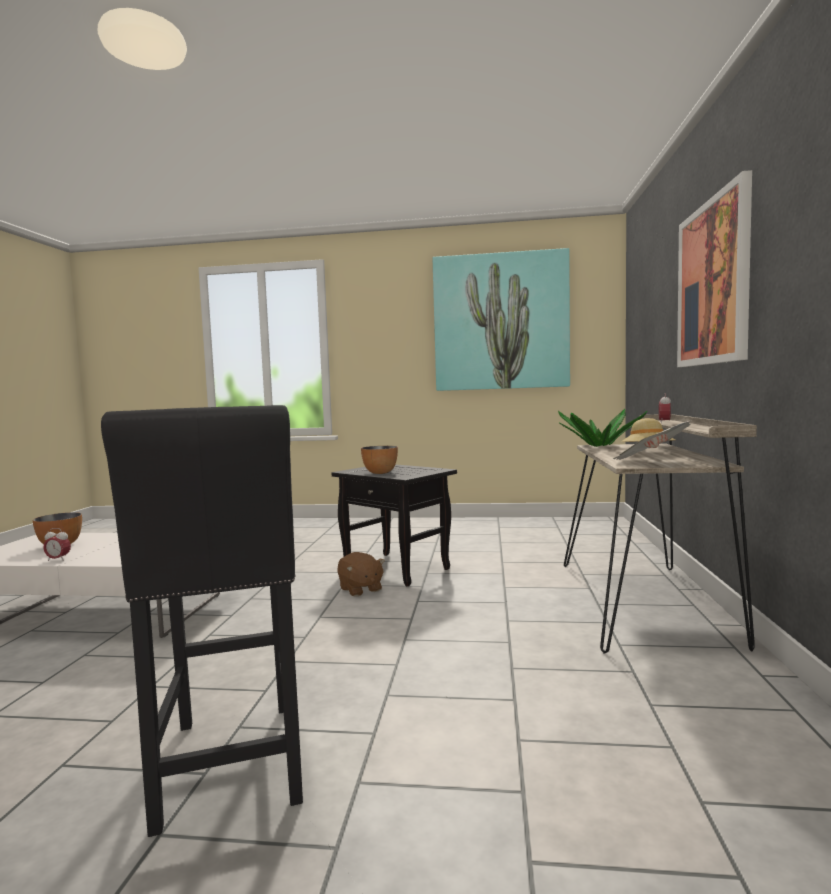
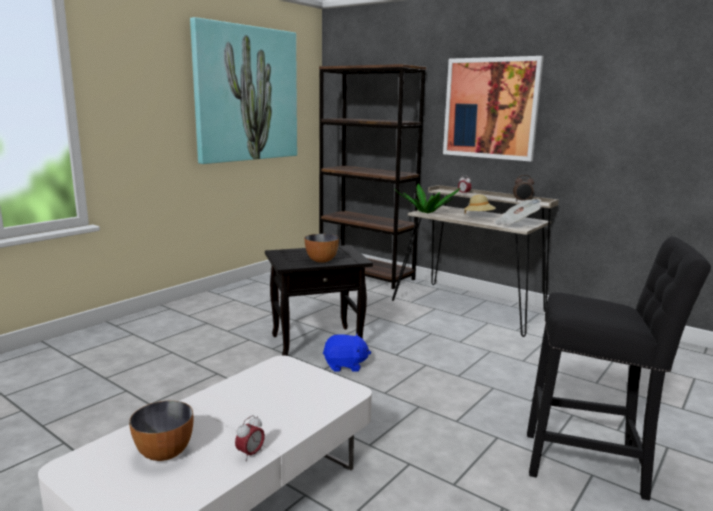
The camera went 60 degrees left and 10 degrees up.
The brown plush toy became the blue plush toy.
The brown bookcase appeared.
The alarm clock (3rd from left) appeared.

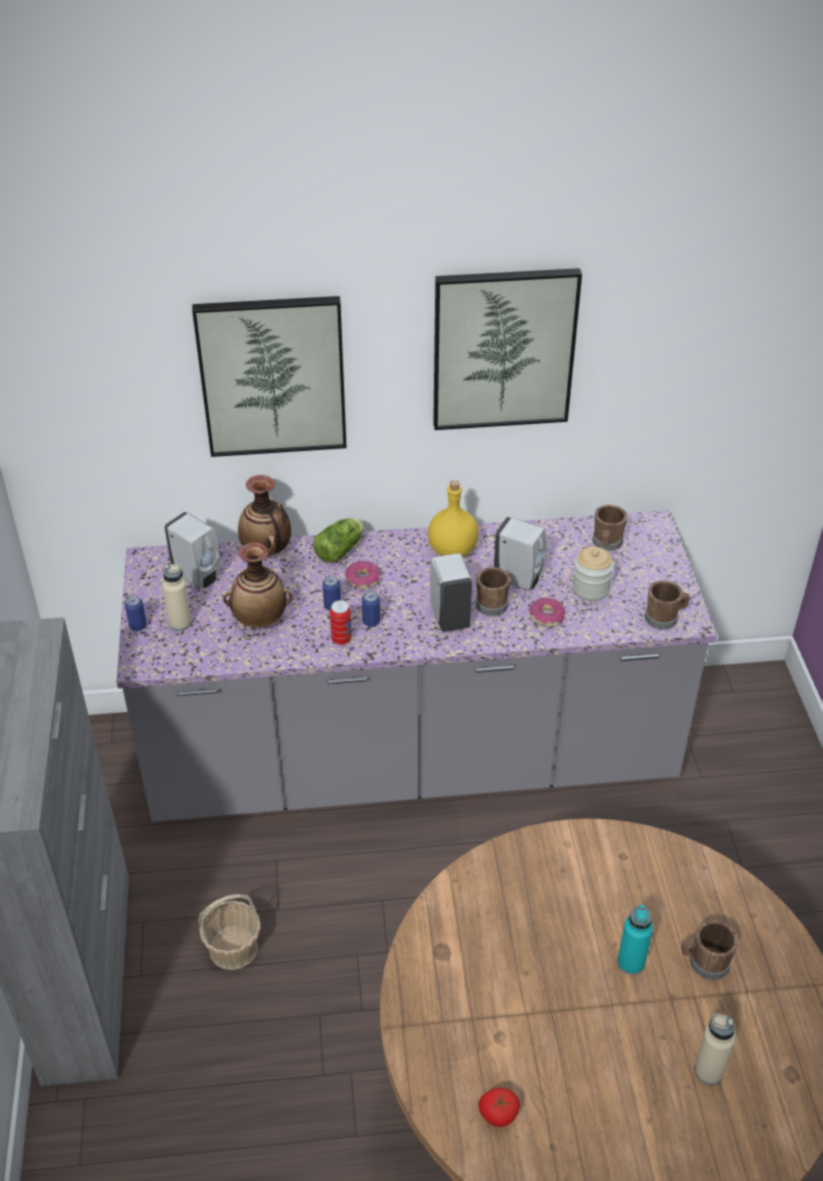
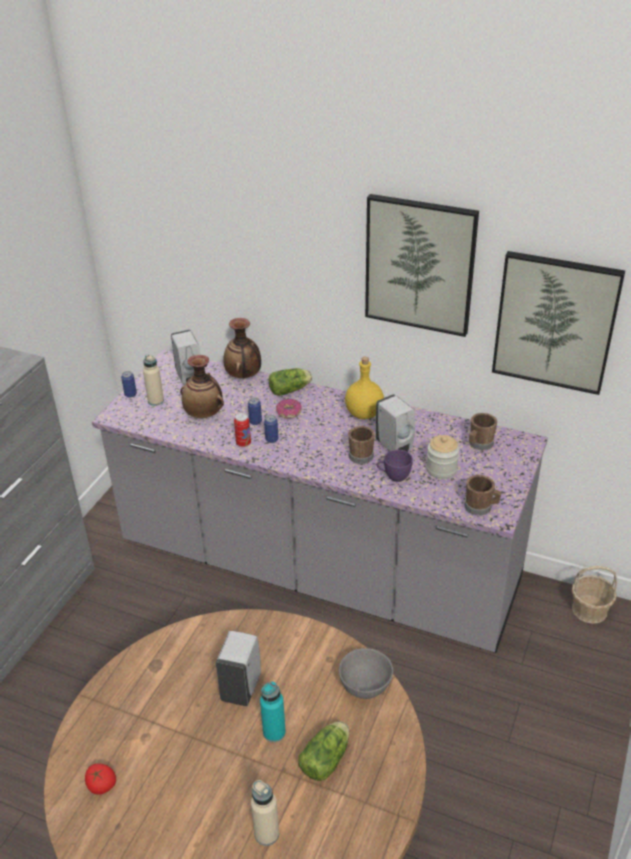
The camera went 30 degrees right and 5 degrees down.
The picture (1st from left in the first image) moved.
The white soap dispenser (2nd from left) moved.
The donut (2nd from left) was replaced by the purple cup.
The basket moved.
The brown mug (4th from left) was replaced by the lettuce (2nd from left).
The grey bowl appeared.

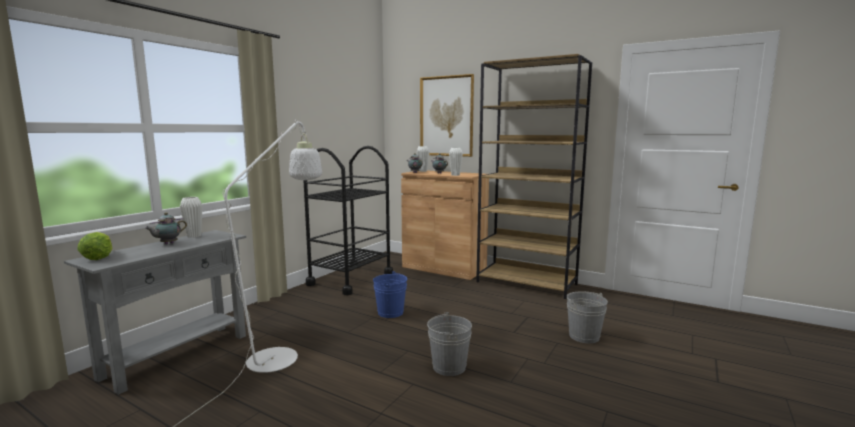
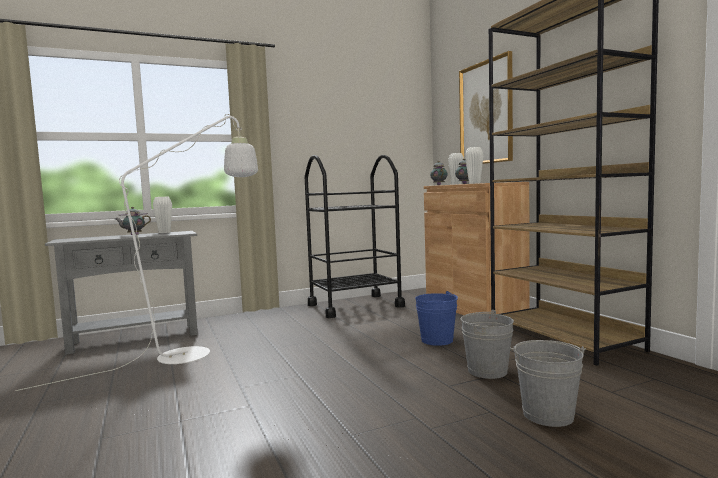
The camera went 35 degrees right and 5 degrees down.
The lettuce disappeared.
The blue bucket moved.
The grey bucket (1st from left) moved.

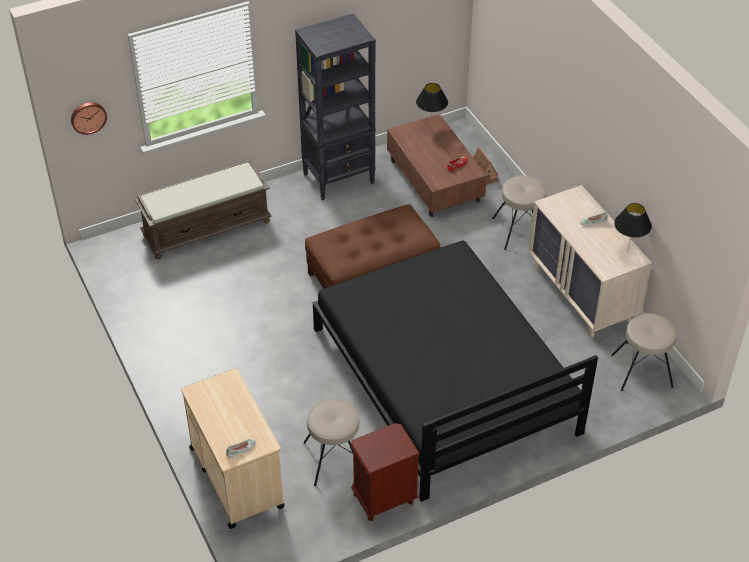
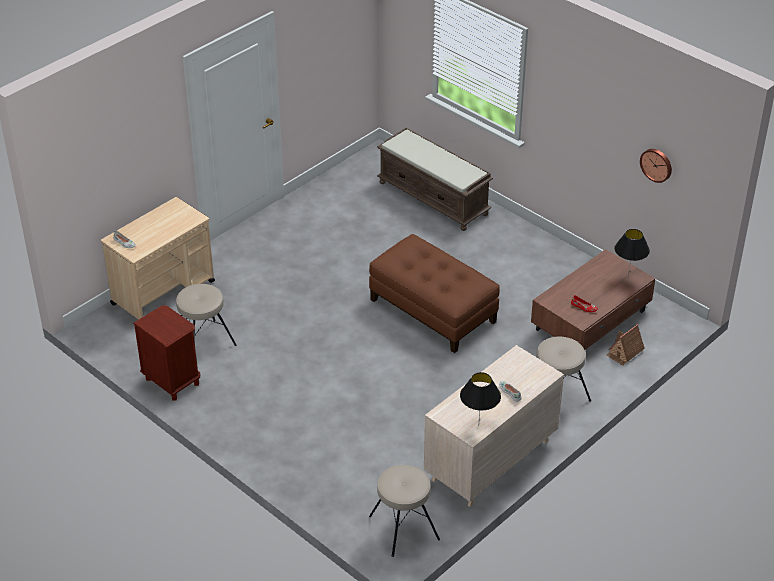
The camera went 70 degrees right and 5 degrees down.
The black bookcase disappeared.
The wall clock moved.
The black bed disappeared.

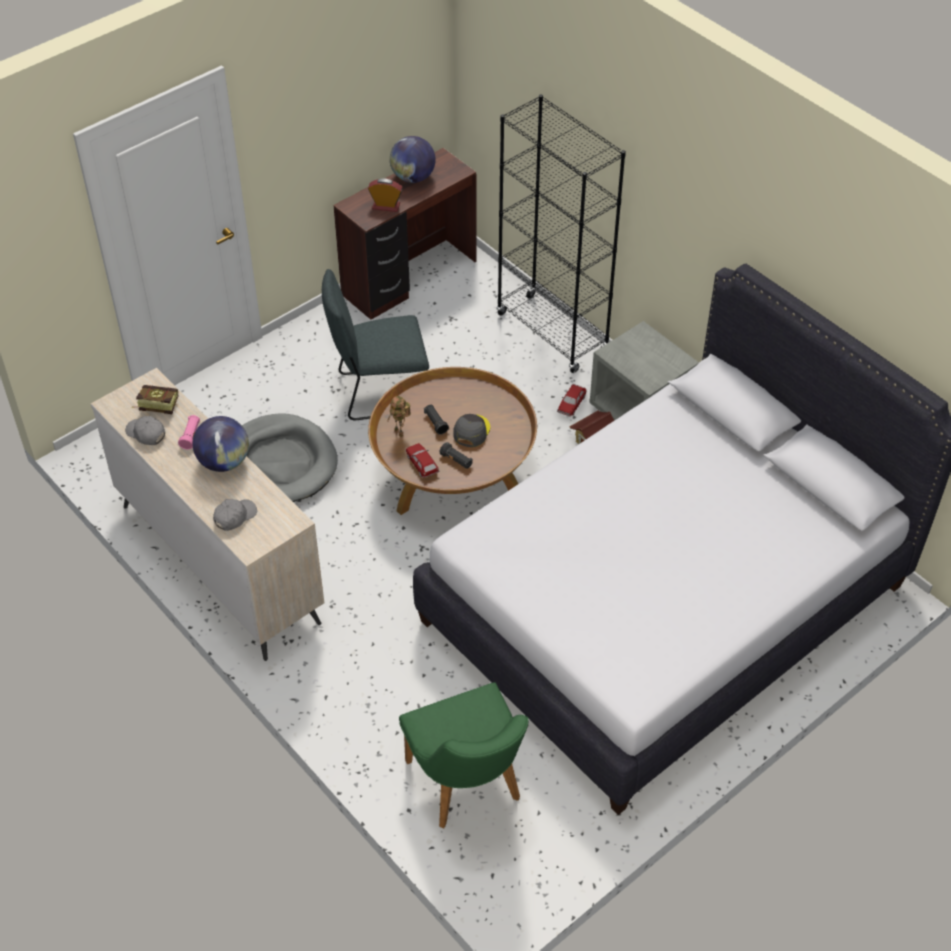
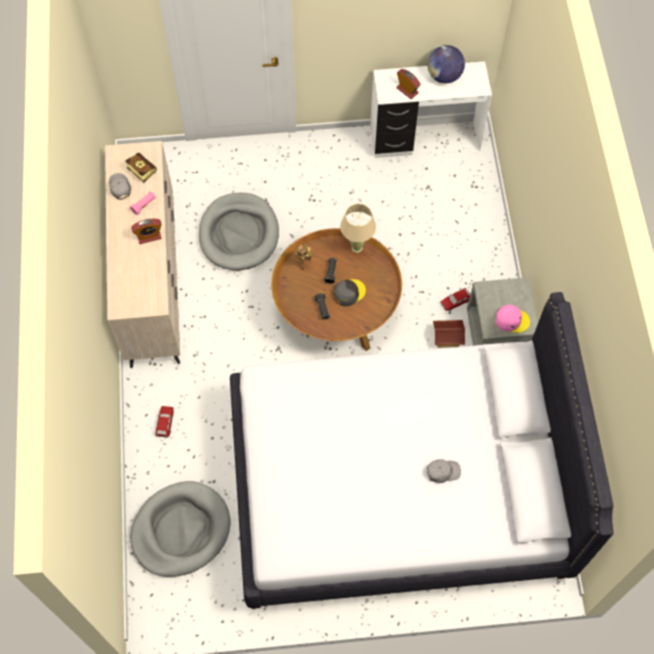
The camera went 35 degrees right and 15 degrees up.
The black bookcase disappeared.
The brown desk became the white desk.
The grey chair disappeared.
The globe (1st from left) was replaced by the alarm clock (1st from left).
The toy car (1st from left) moved.
The grey cap (2nd from left in the first image) moved.
The green chair was replaced by the grey dog bed (1st from left).
The beige table lamp appeared.
The pink cap appeared.

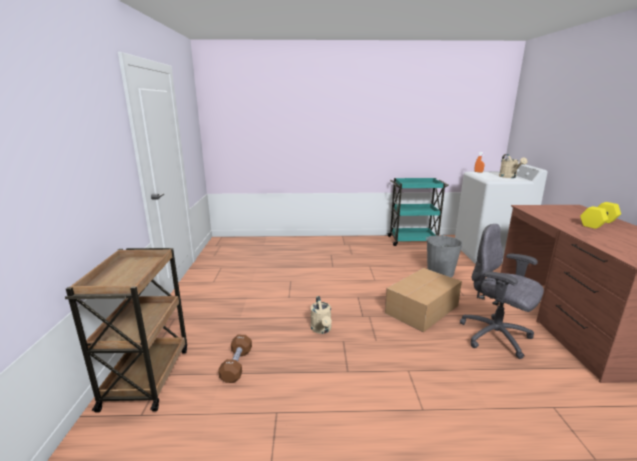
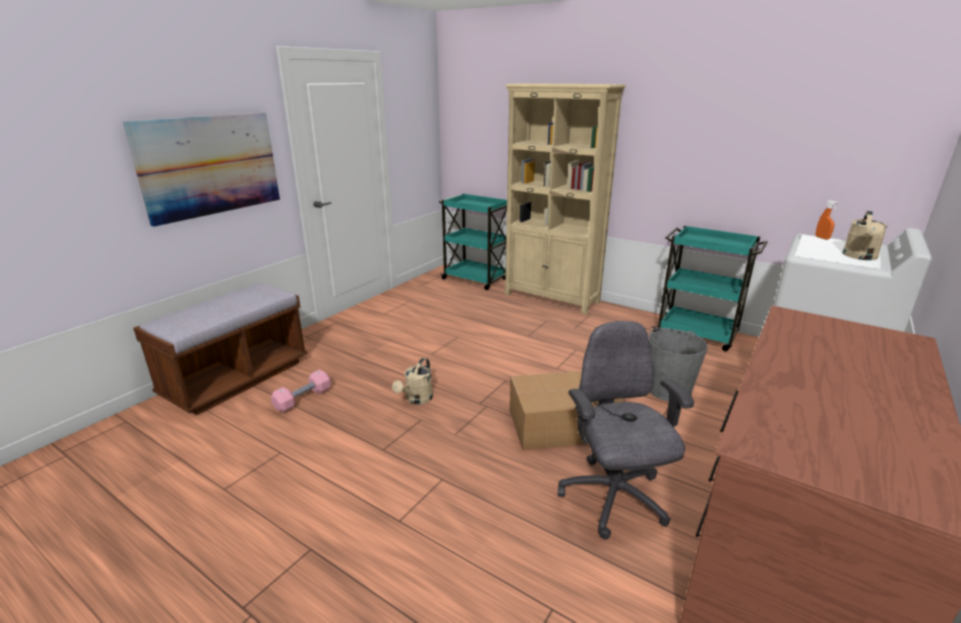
The camera went 35 degrees right and 5 degrees up.
The yellow dumbbell disappeared.
The brown cart was replaced by the brown bench.
The brown dumbbell became the pink dumbbell.
The beige bookcase appeared.
The picture appeared.
The turquoise cart (1st from left) appeared.

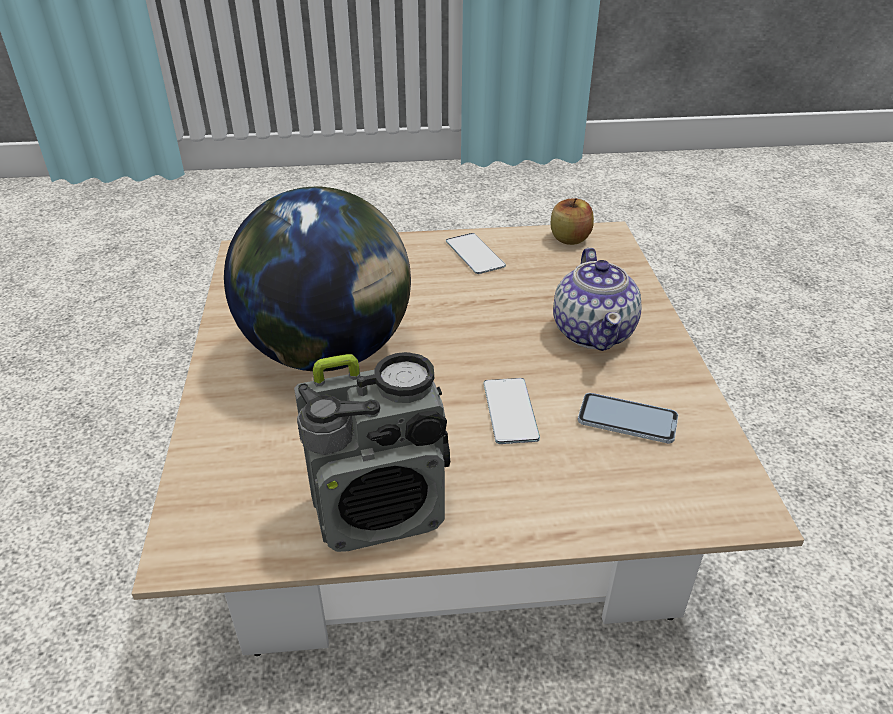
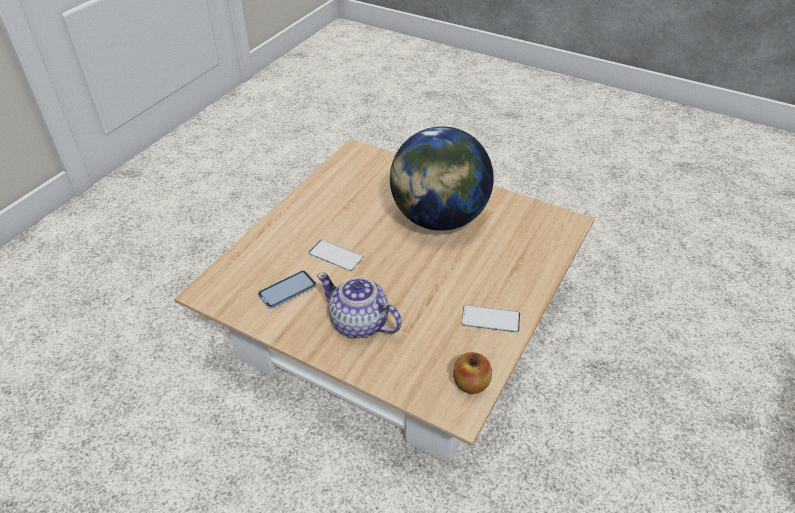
The camera went 125 degrees right and 5 degrees up.
The radio disappeared.

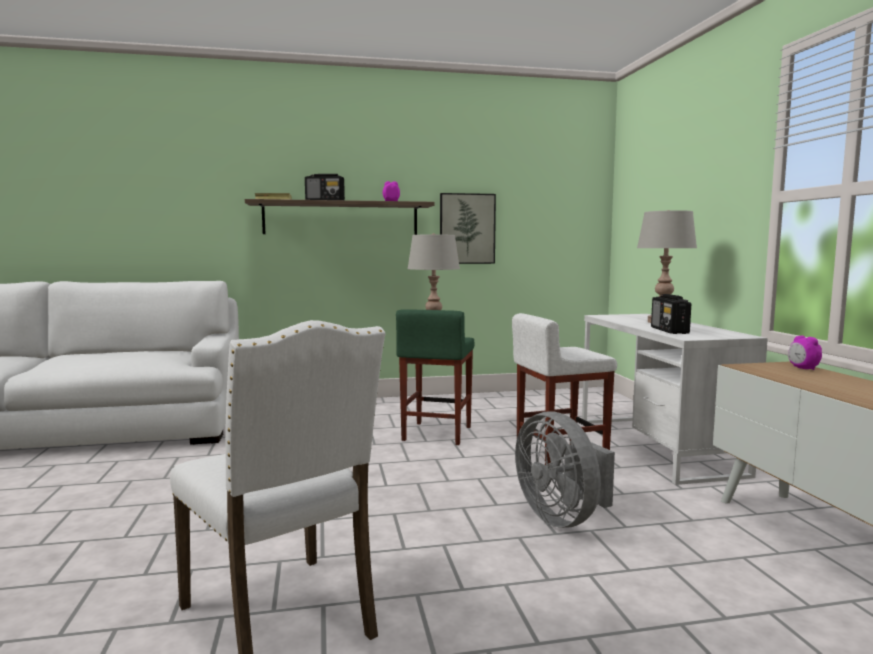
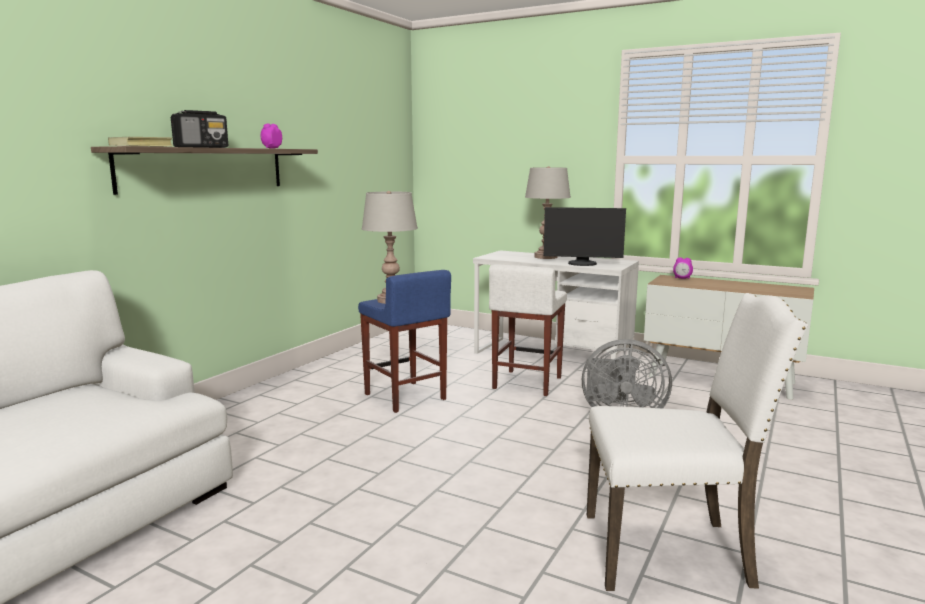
The camera went 50 degrees left and 5 degrees up.
The picture disappeared.
The radio (2nd from left) was replaced by the monitor.
The green stool became the blue stool.

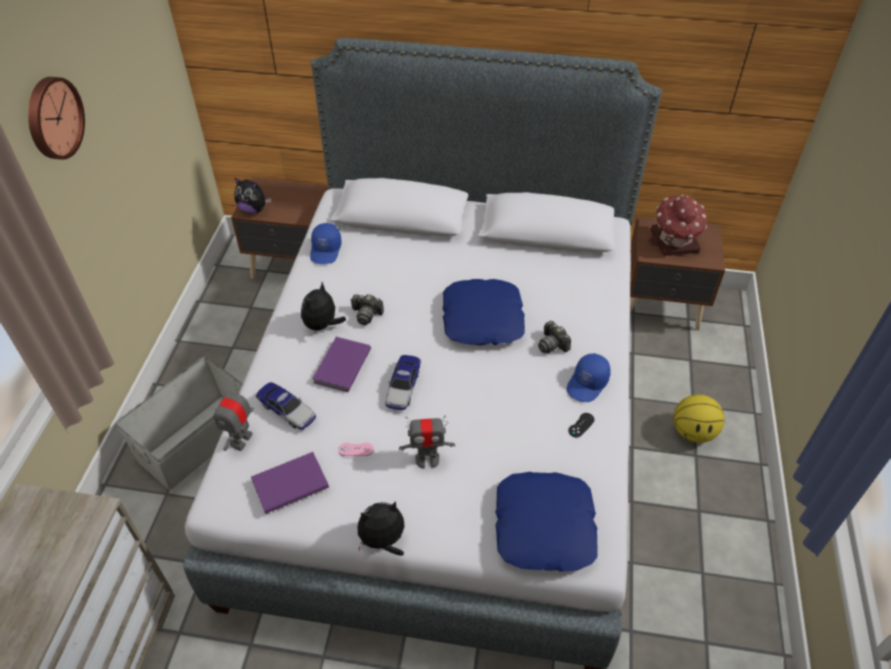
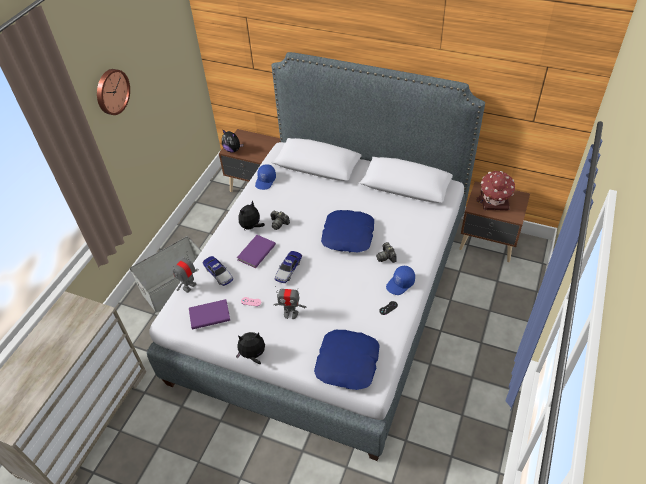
The camera went 15 degrees right and 0 degrees up.
The basketball disappeared.

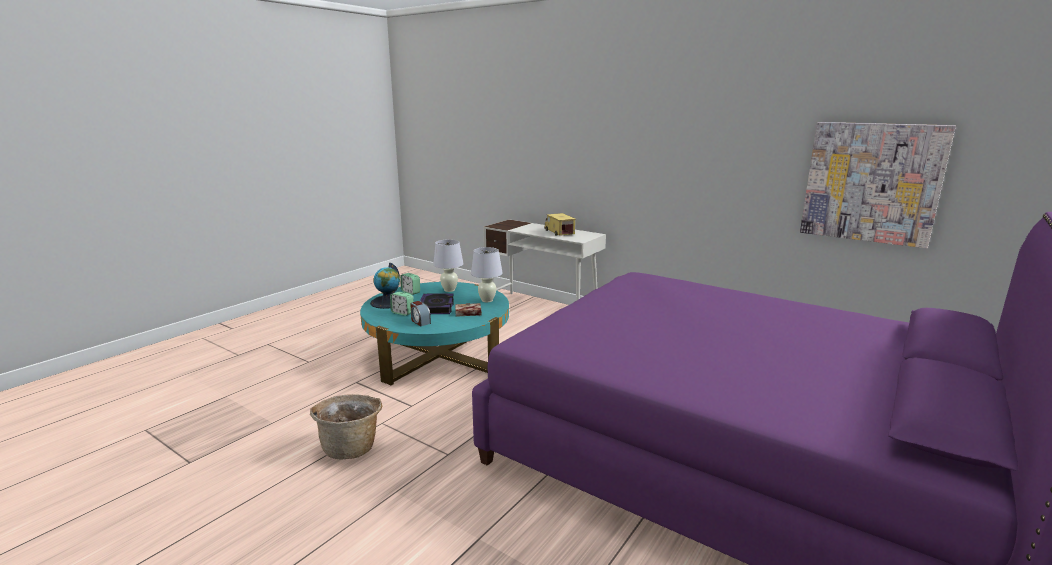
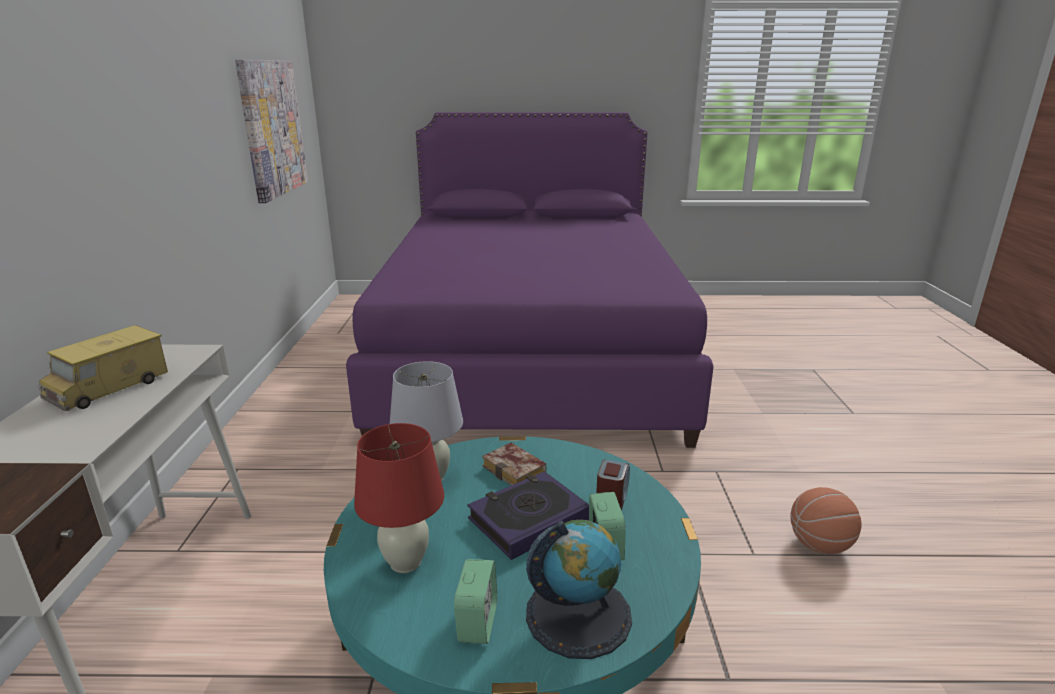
The camera went 125 degrees left and 5 degrees up.
The white table lamp (1st from left) became the red table lamp.
The basket was replaced by the basketball.

